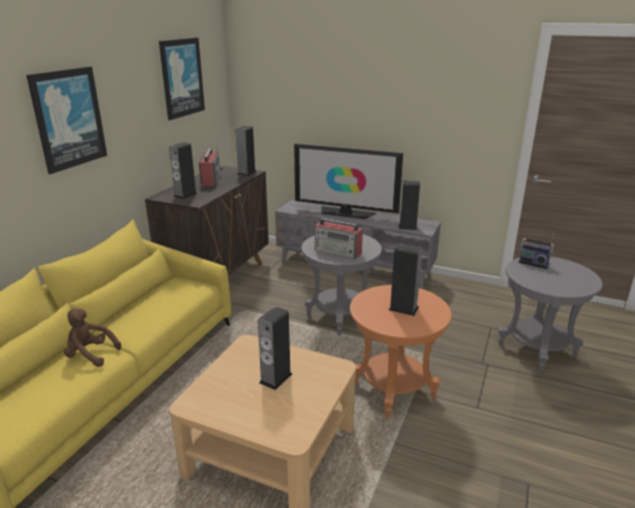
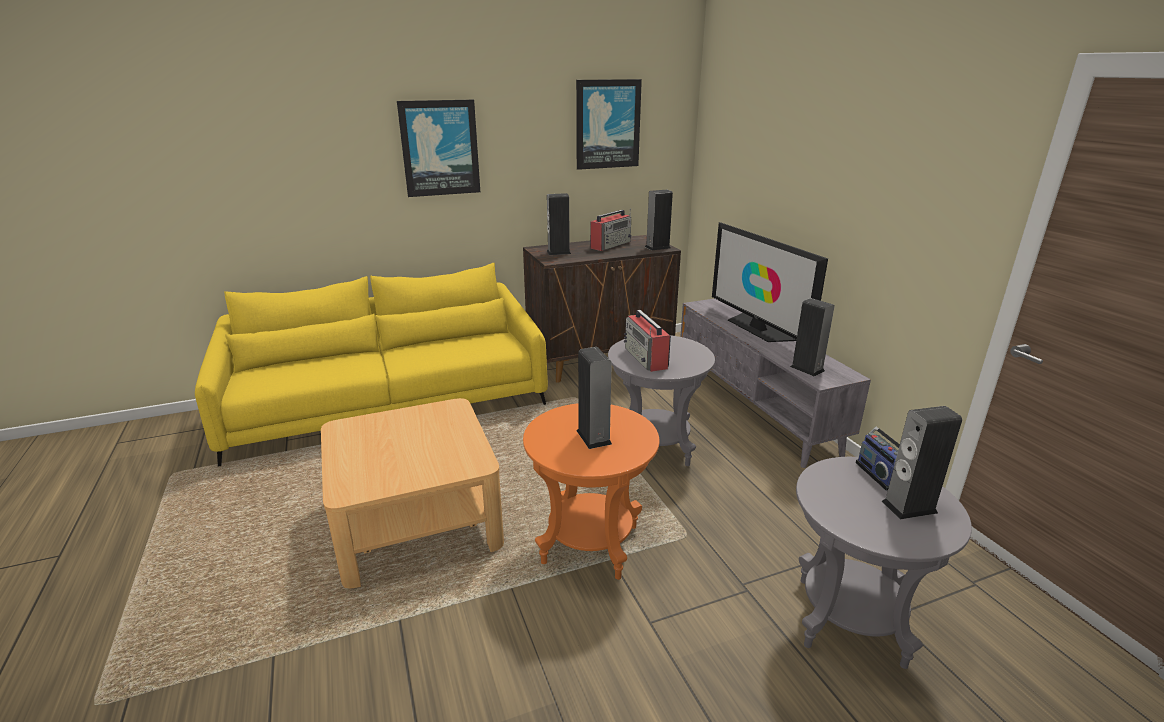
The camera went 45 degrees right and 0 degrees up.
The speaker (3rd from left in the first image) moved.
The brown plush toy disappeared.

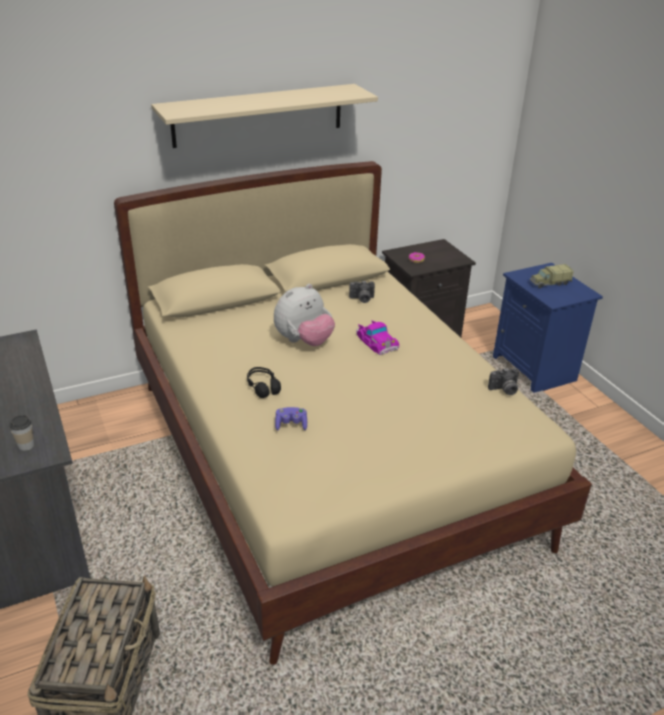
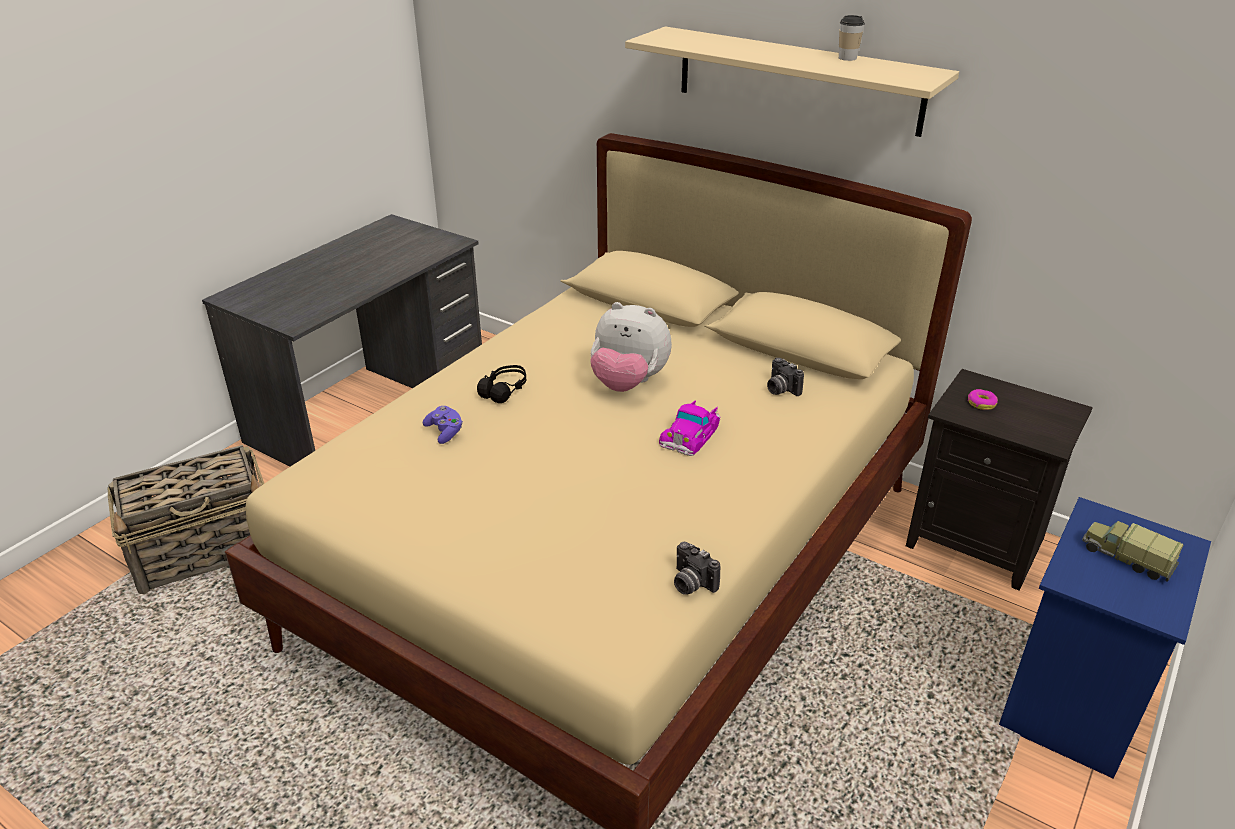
The camera went 60 degrees right and 0 degrees up.
The cup moved.

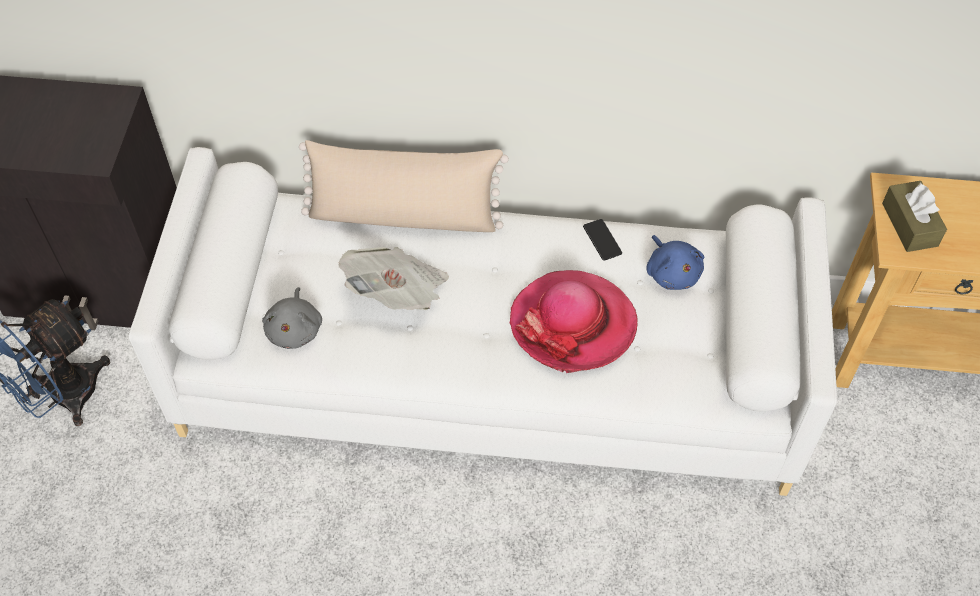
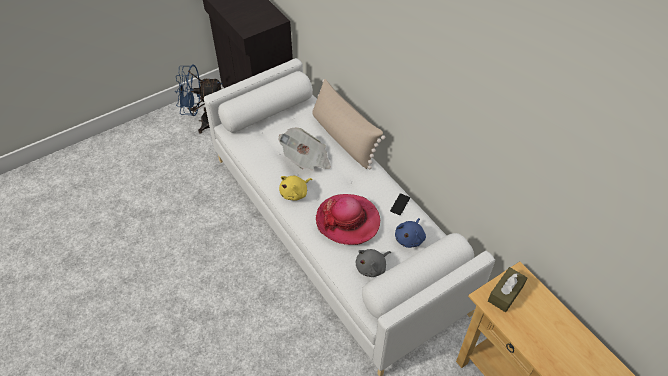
The camera went 50 degrees right and 5 degrees down.
The grey plush toy moved.
The yellow plush toy appeared.

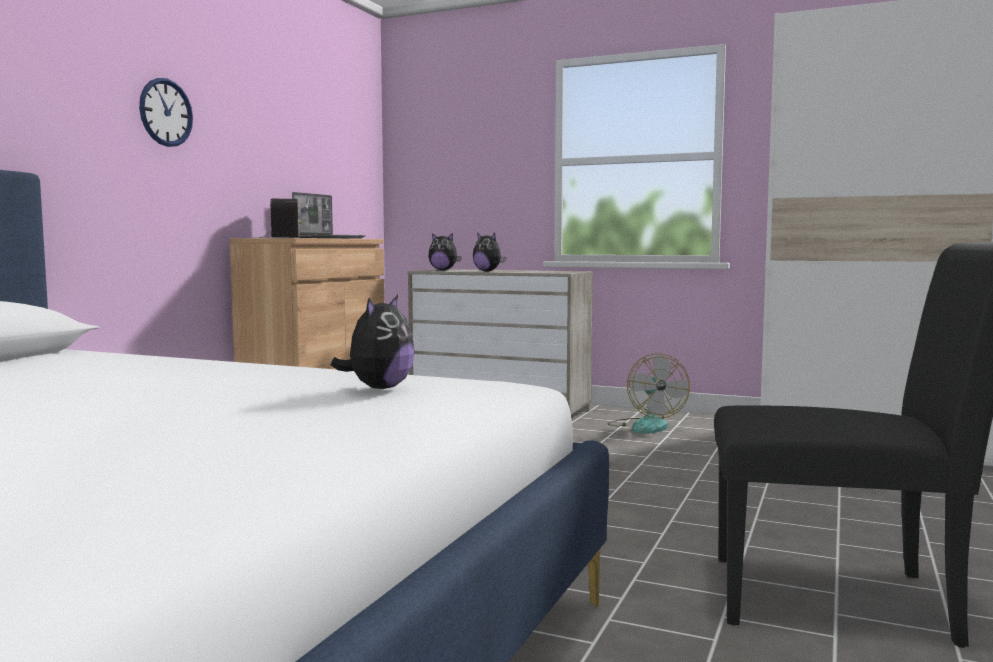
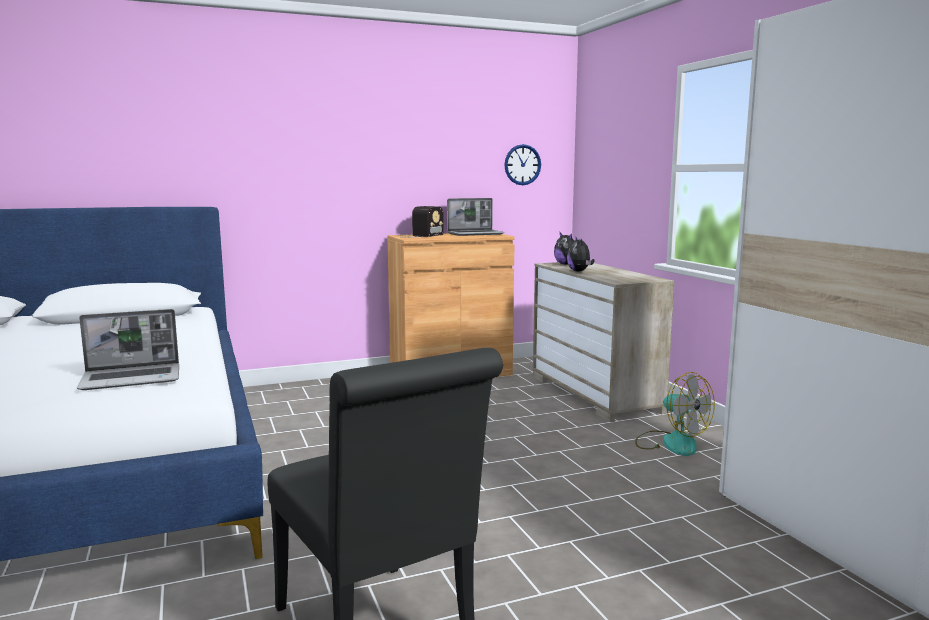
The camera went 45 degrees right and 5 degrees up.
The wall clock moved.
The plush toy (1st from left) was replaced by the laptop (1st from left).
The fan turned 75 degrees counterclockwise.

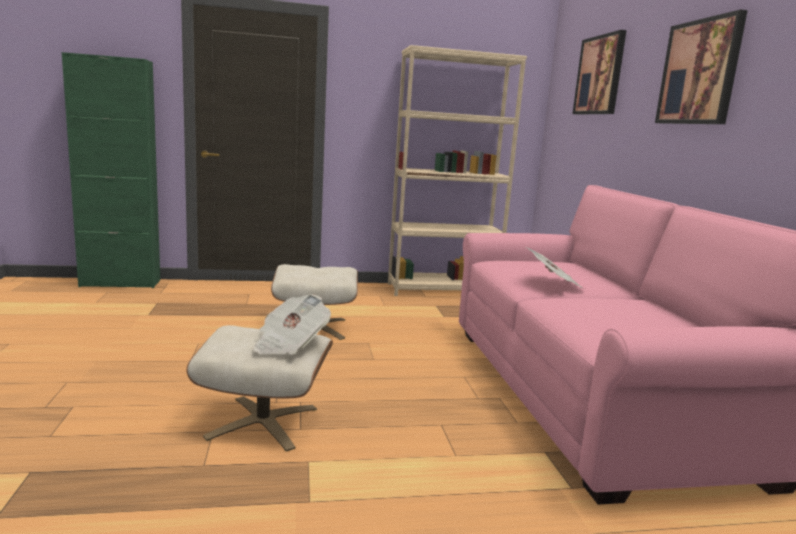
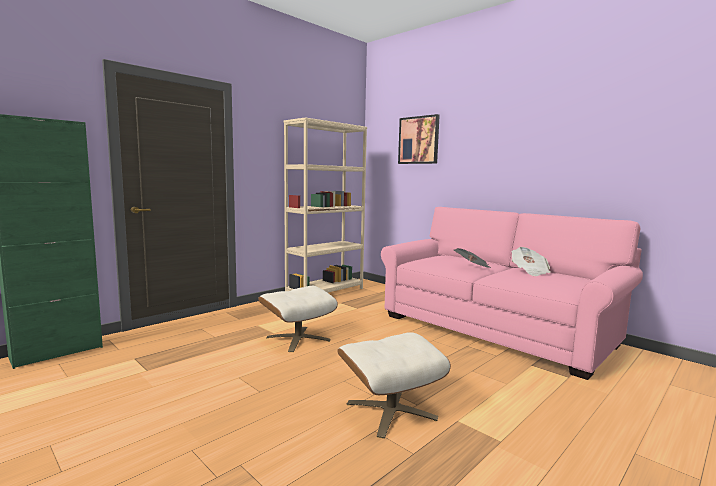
The camera went 35 degrees left and 5 degrees down.
The picture (2nd from left) disappeared.
The newspaper (1st from left in the first image) moved.

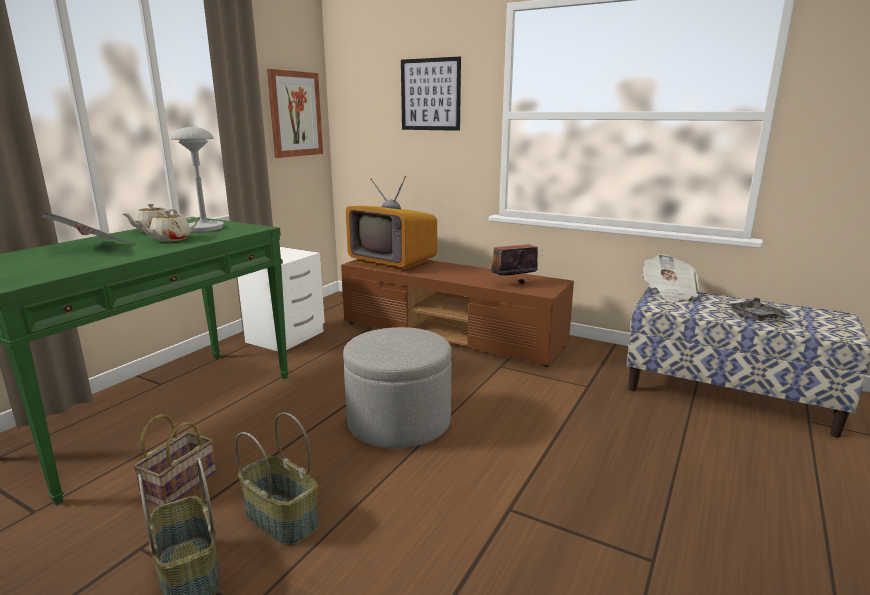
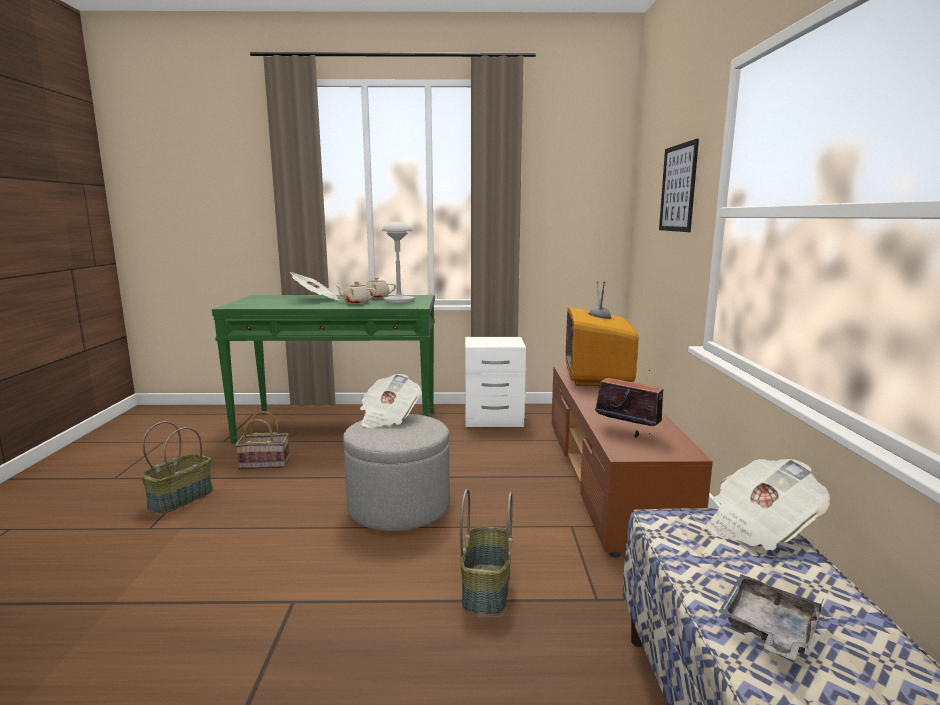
The camera went 60 degrees right and 5 degrees down.
The picture (1st from left) disappeared.
The basket (3rd from left) moved.
The newspaper (2nd from left) appeared.

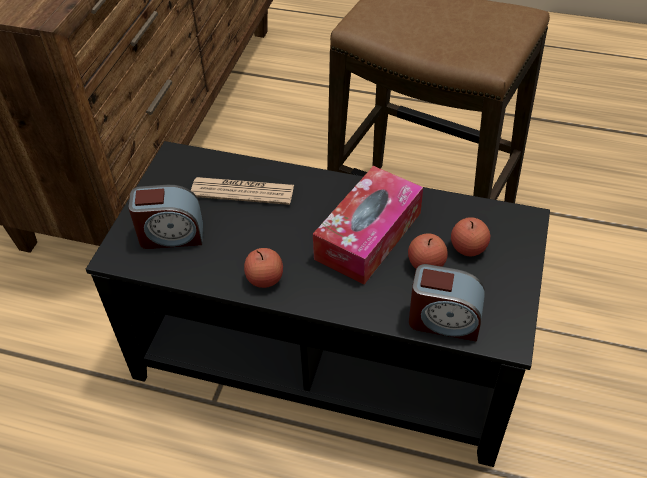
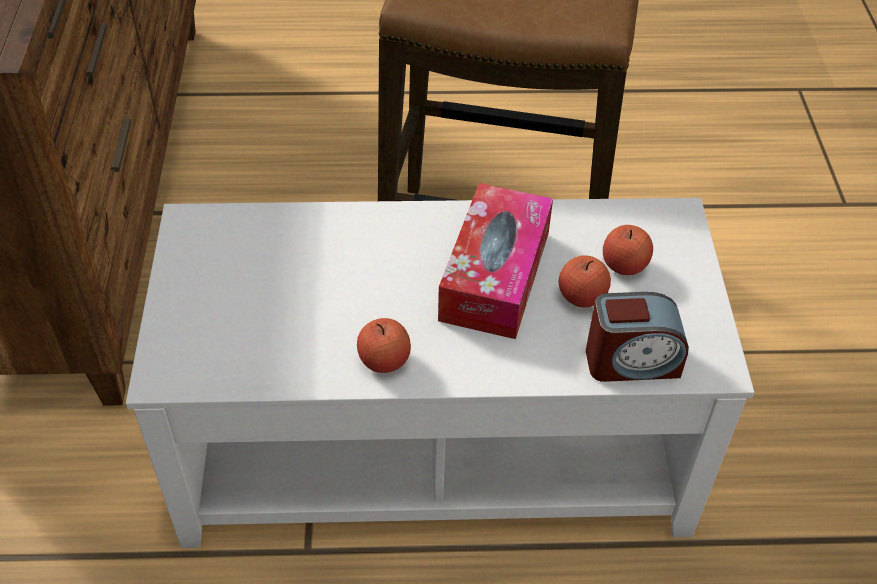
The camera went 20 degrees left and 0 degrees up.
The black coffee table became the white coffee table.
The newspaper disappeared.
The alarm clock (1st from left) disappeared.

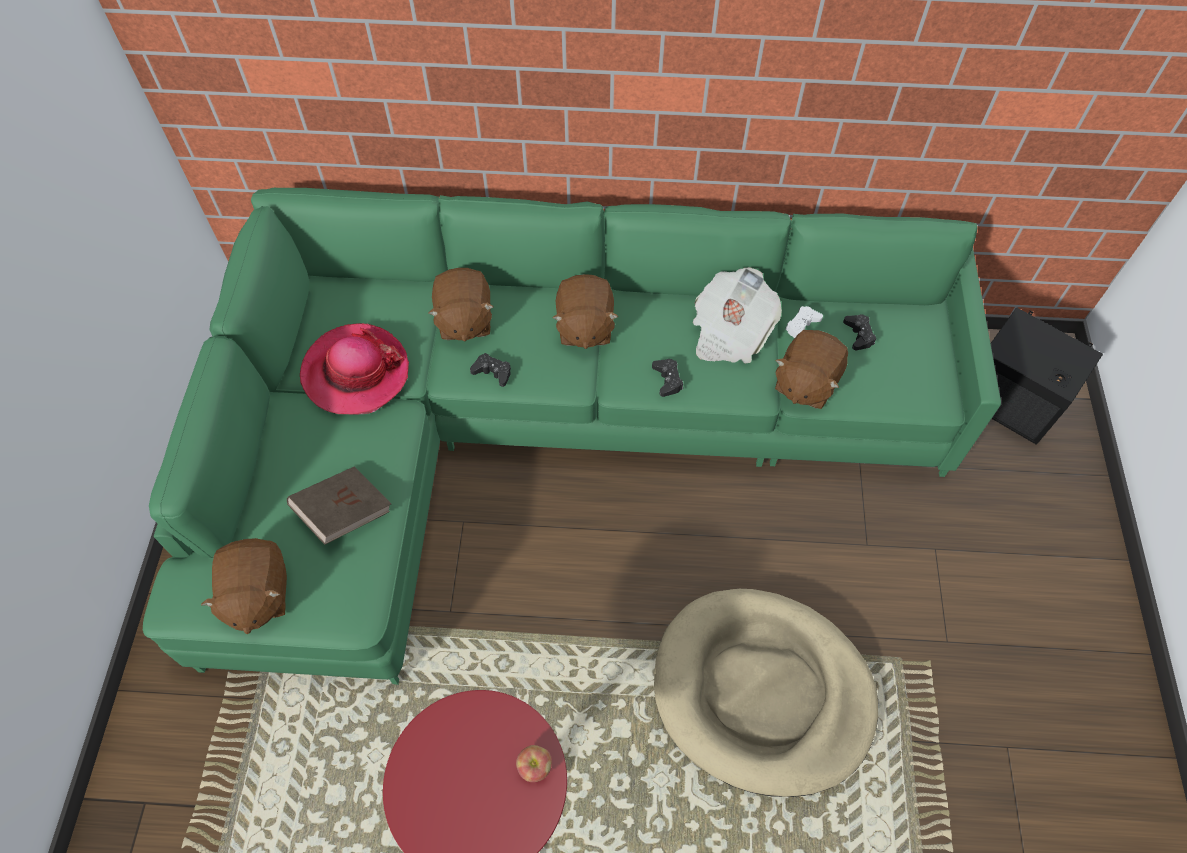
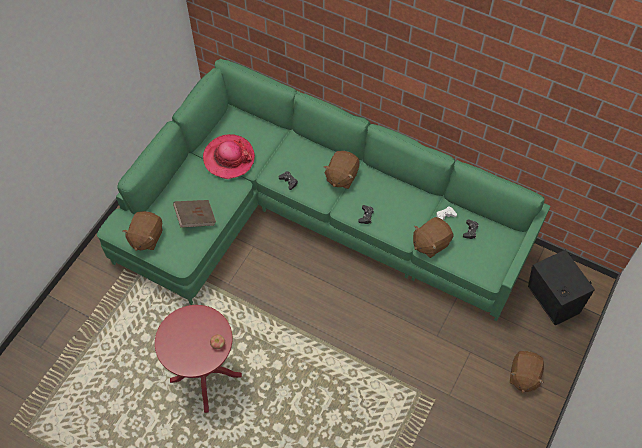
The camera went 25 degrees right and 0 degrees up.
The newspaper disappeared.
The brown plush toy (2nd from left in the first image) moved.
The beige dog bed disappeared.

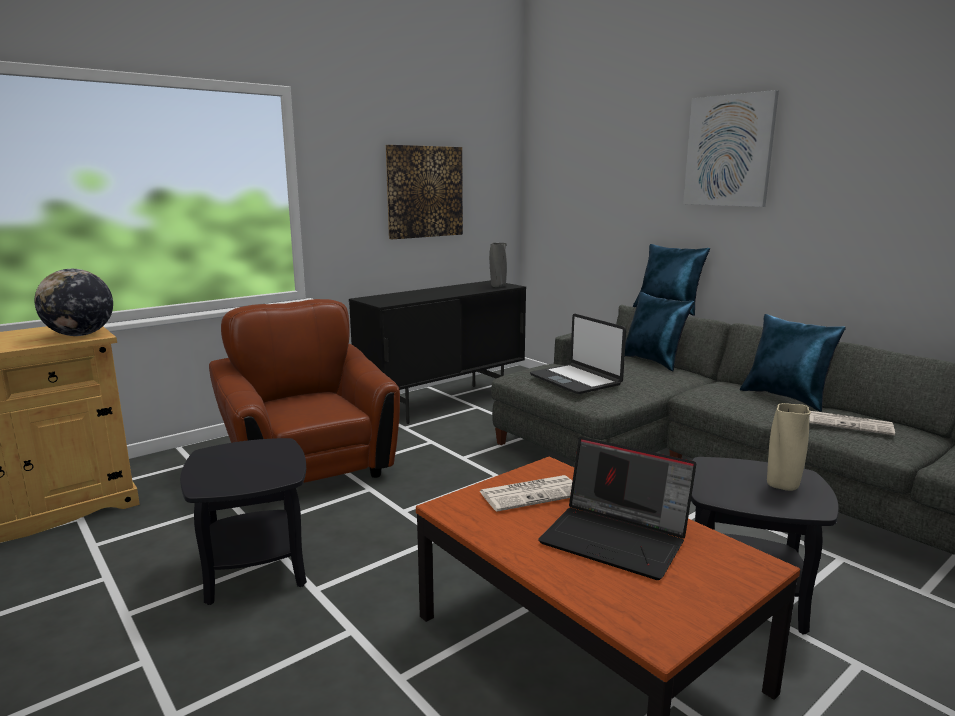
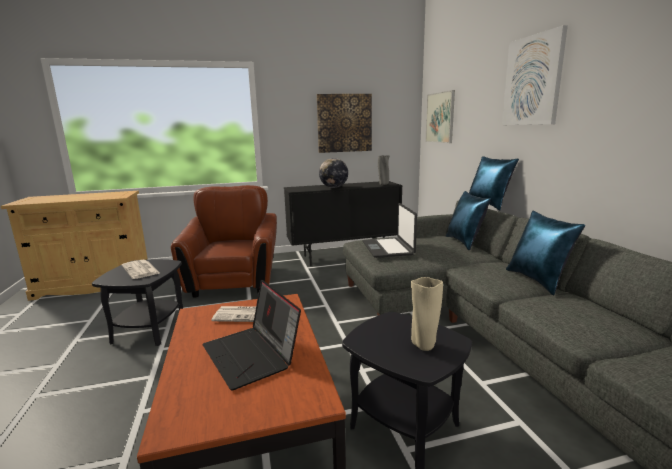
The camera went 25 degrees right and 0 degrees up.
The globe moved.
The newspaper (2nd from left in the first image) moved.
The picture (2nd from left) appeared.

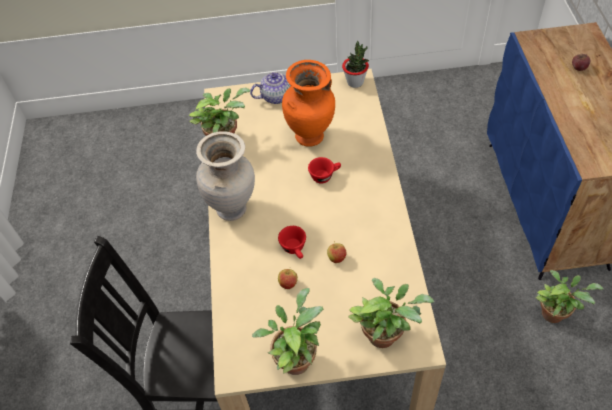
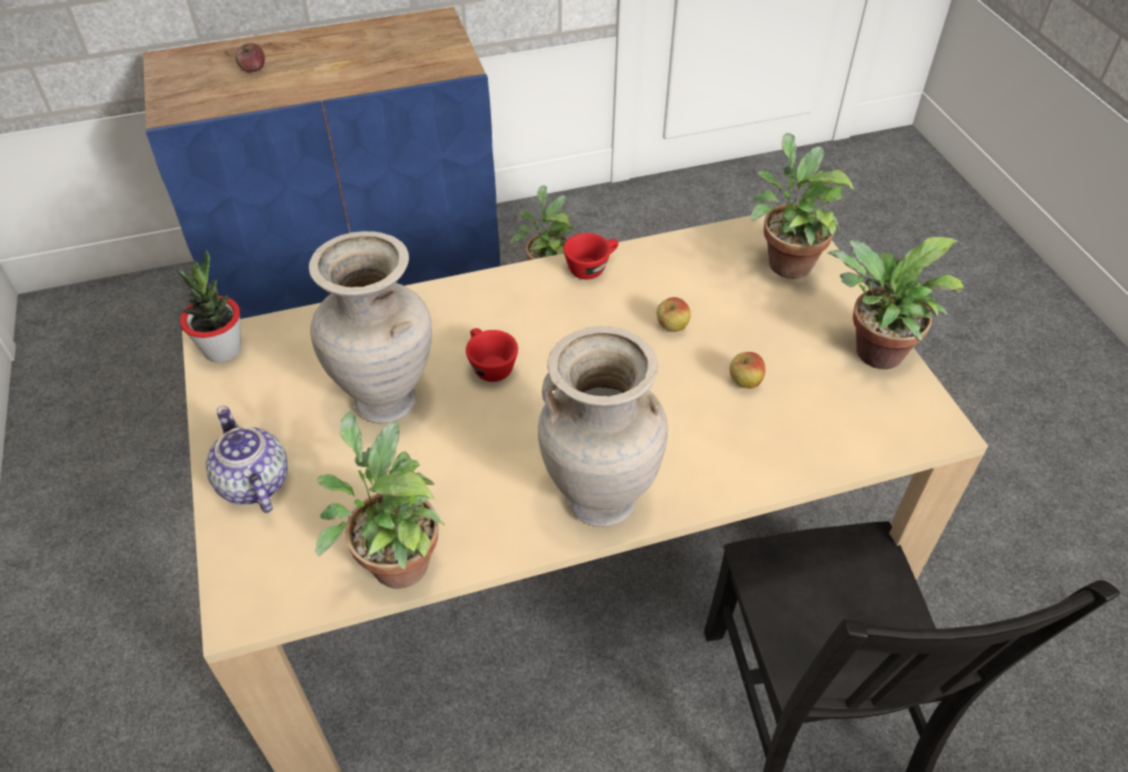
The camera went 105 degrees left and 5 degrees down.
The orange vase became the beige vase (1st from left).
The red cup (1st from left in the first image) moved.

